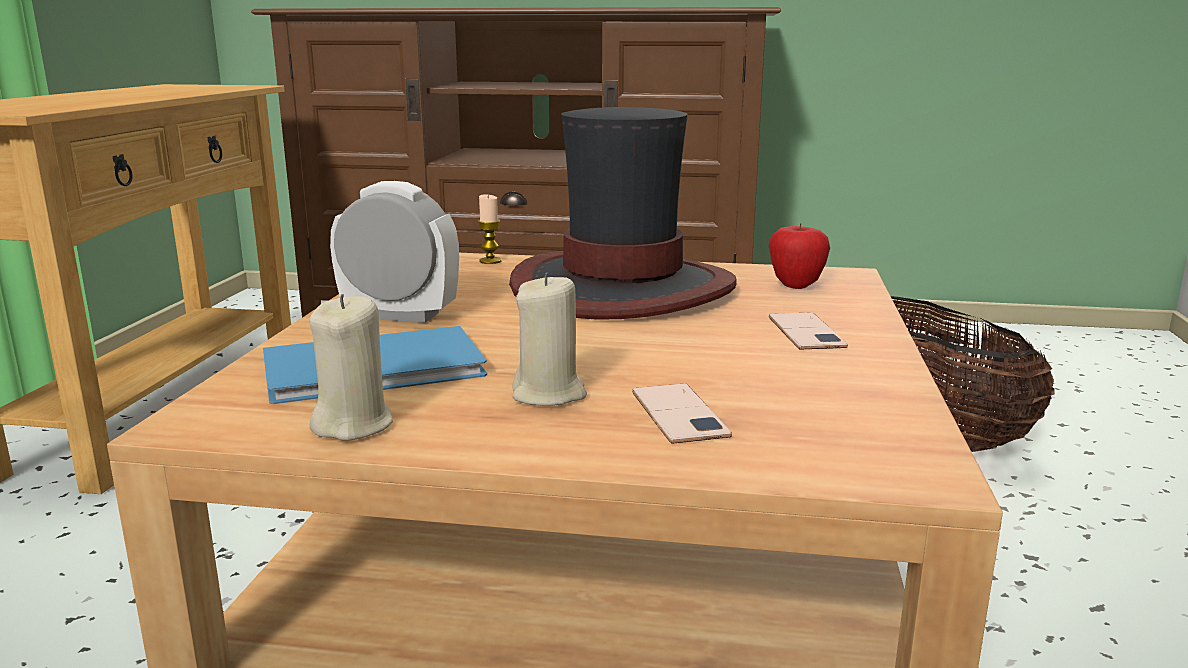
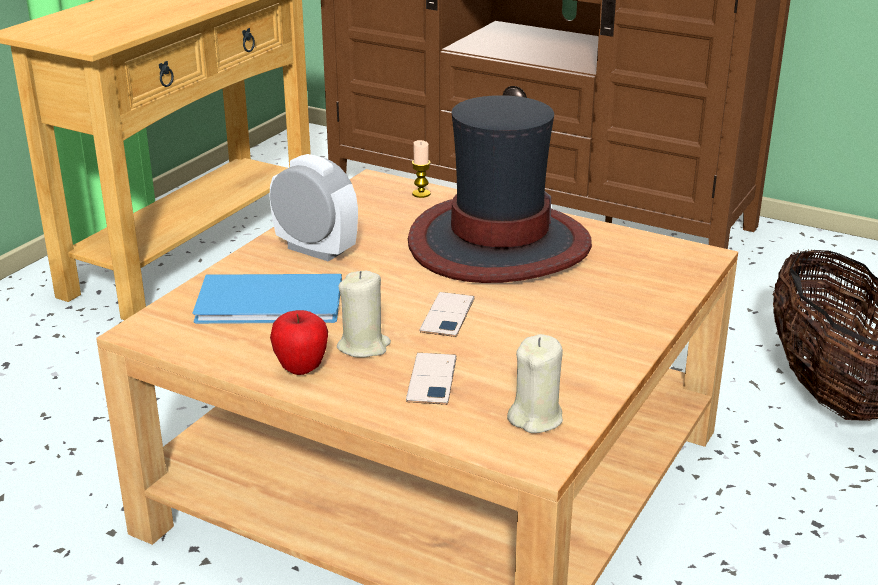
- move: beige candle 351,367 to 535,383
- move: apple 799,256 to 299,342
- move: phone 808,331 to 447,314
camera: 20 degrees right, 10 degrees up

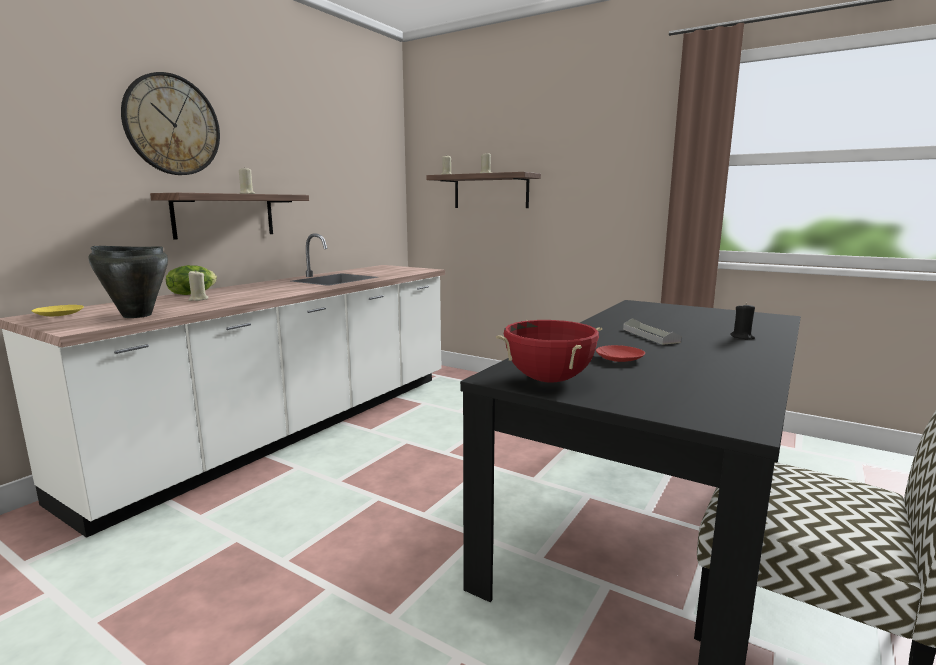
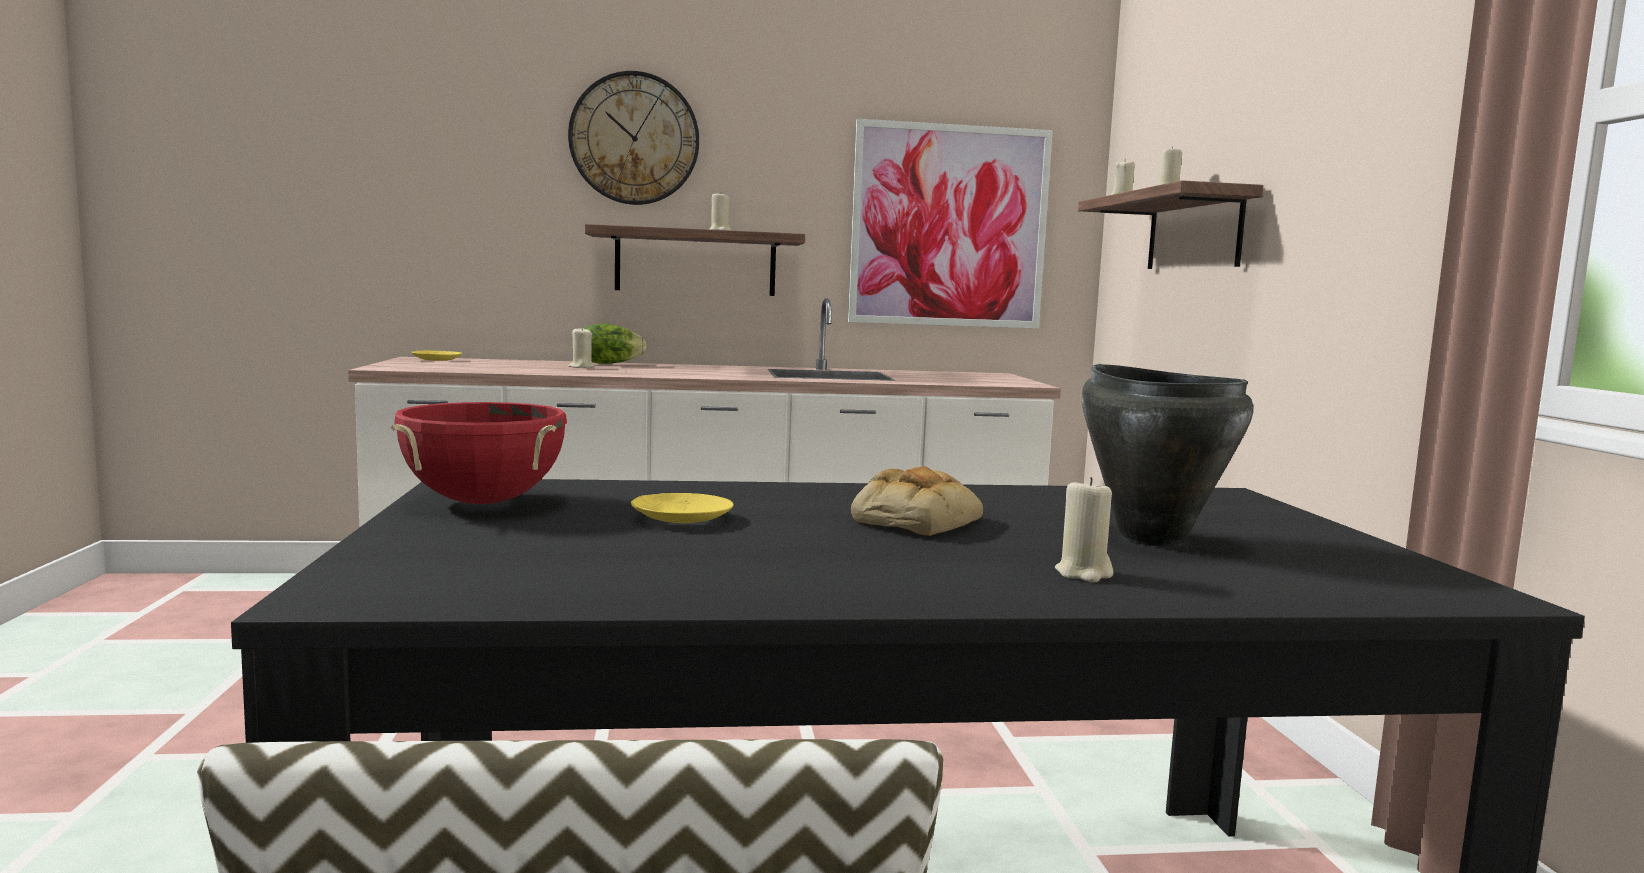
- move: black cooking pot 128,282 to 1167,455
- recolor: red plate 620,353 to yellow plate 682,508
- replace: grey tray 652,331 to bread 917,501
- recolor: black candle 743,321 to beige candle 1084,530
- insert: picture 950,223
camera: 50 degrees right, 5 degrees down

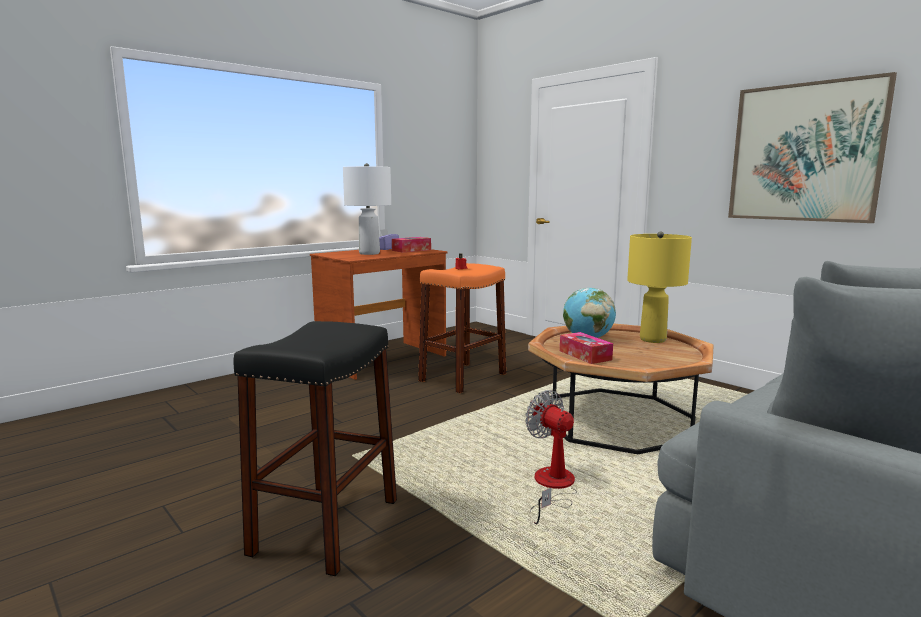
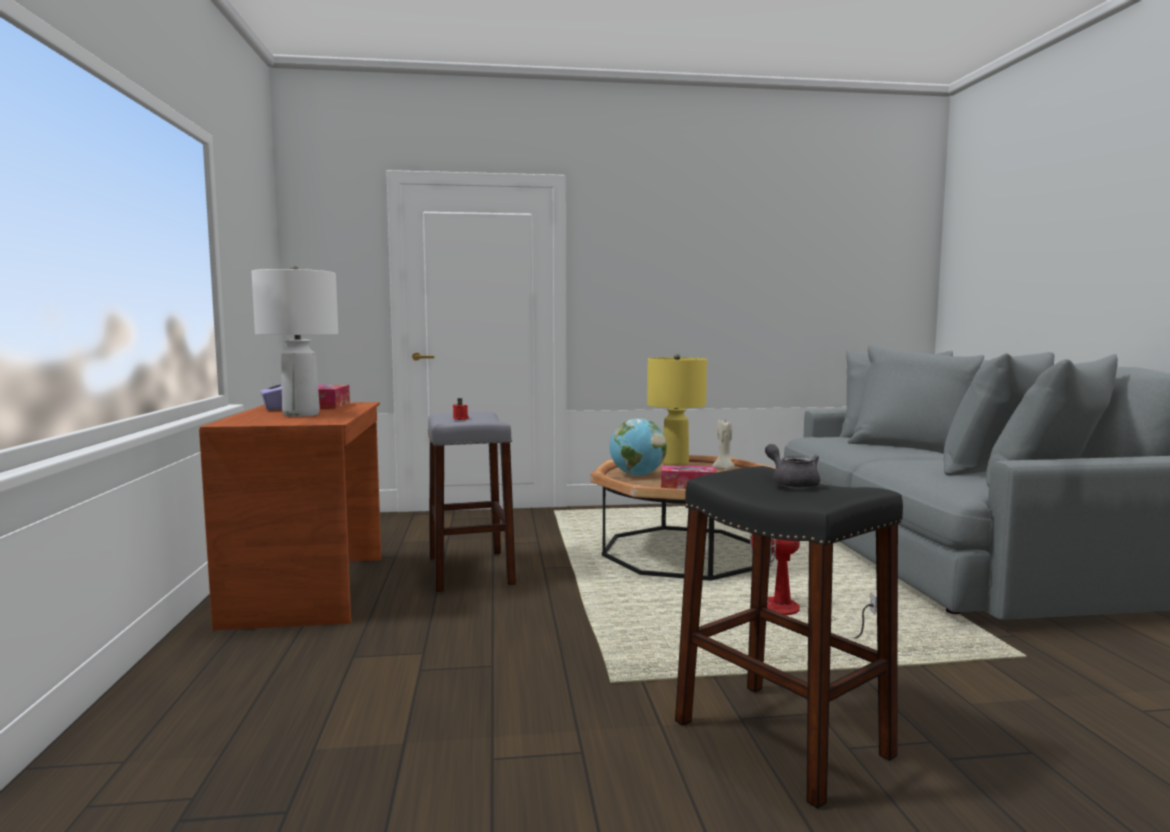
- recolor: orange stool 462,328 to grey stool 472,502
- delete: picture 812,147
- insert: beige candle 723,444
- insert: grey teapot 792,466
camera: 55 degrees left, 5 degrees down

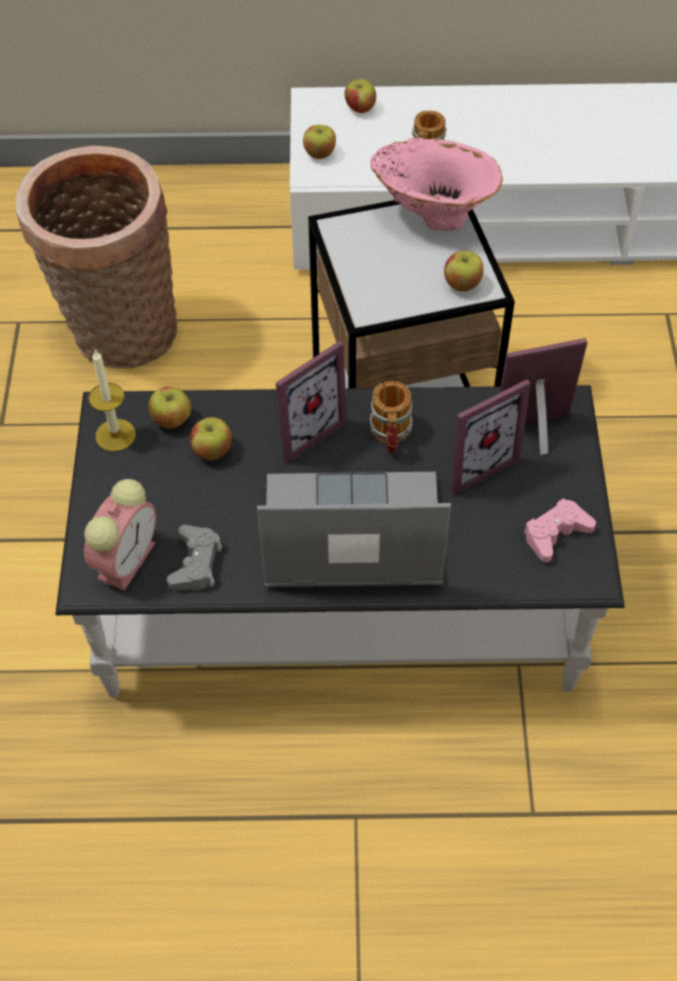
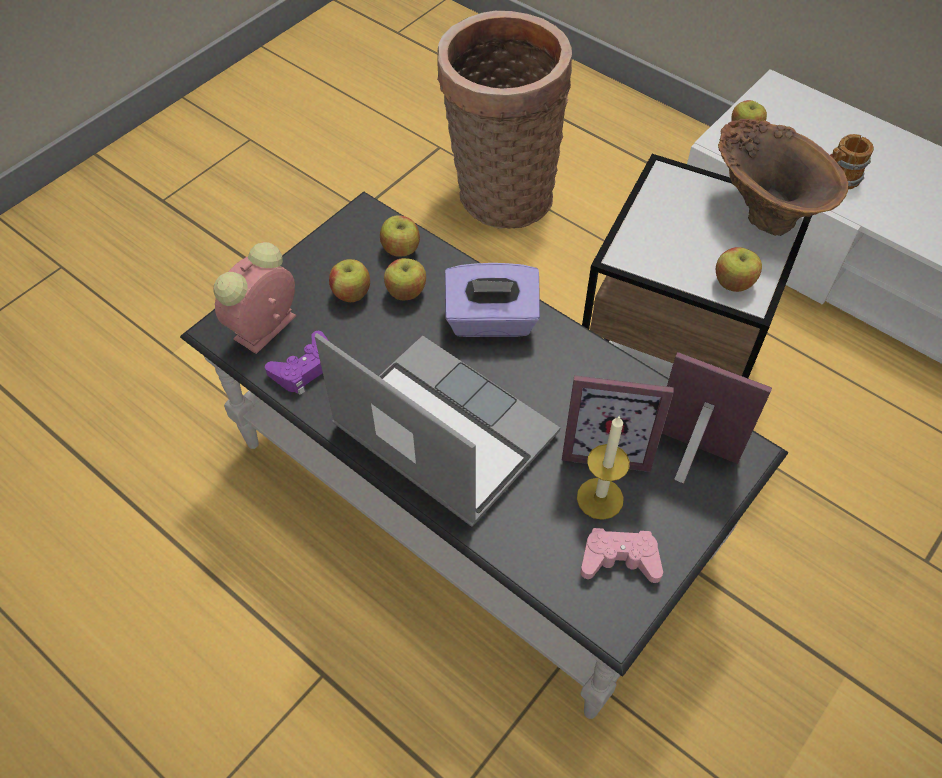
- rotate: alarm clock 120,535 = 254,298 150 degrees clockwise
- move: candle 112,401 to 603,468
- recolor: grey game controller 194,557 to purple game controller 297,363
- replace: picture frame 311,402 to purple tissue box 492,300
- move: apple 360,96 to 349,280
- delete: mug 391,417
- recolor: pink vase 436,184 to brown vase 783,177
camera: 40 degrees right, 0 degrees up

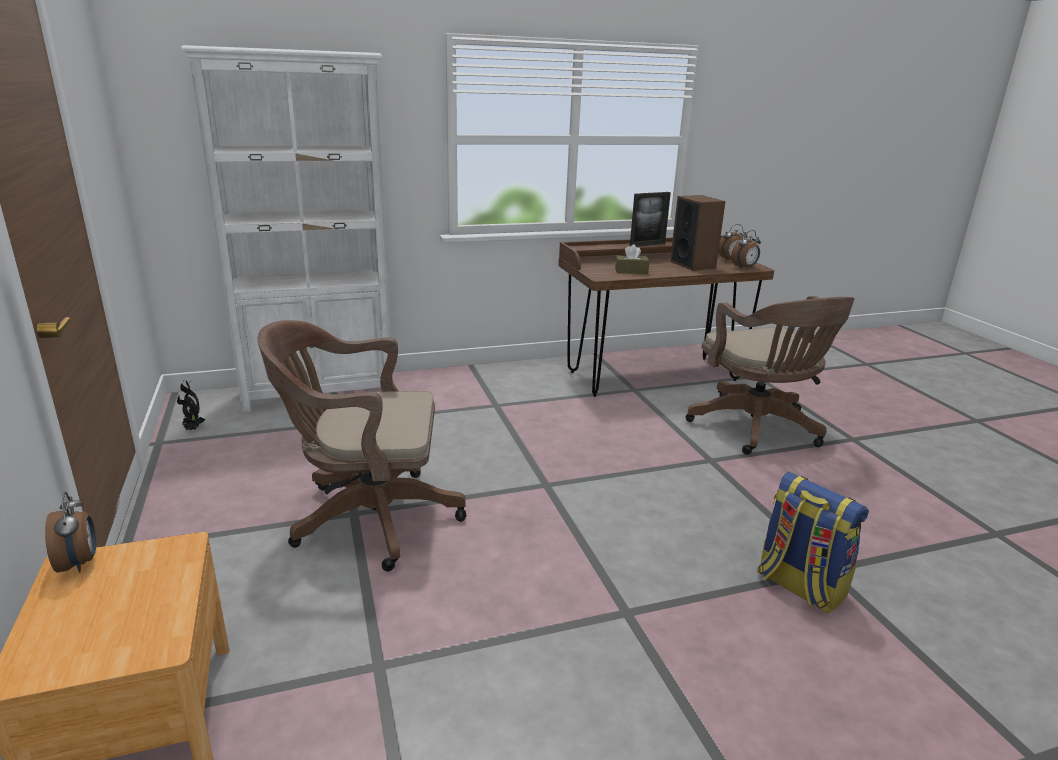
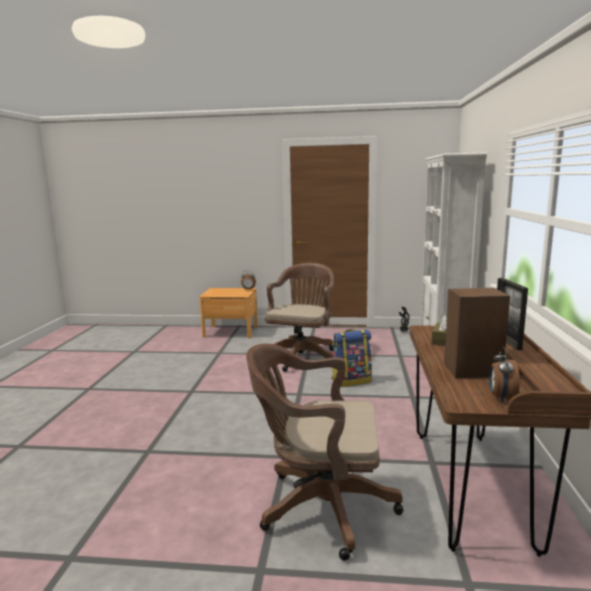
- delete: alarm clock 746,249
- move: backpack 813,543 to 352,358
camera: 115 degrees right, 10 degrees down

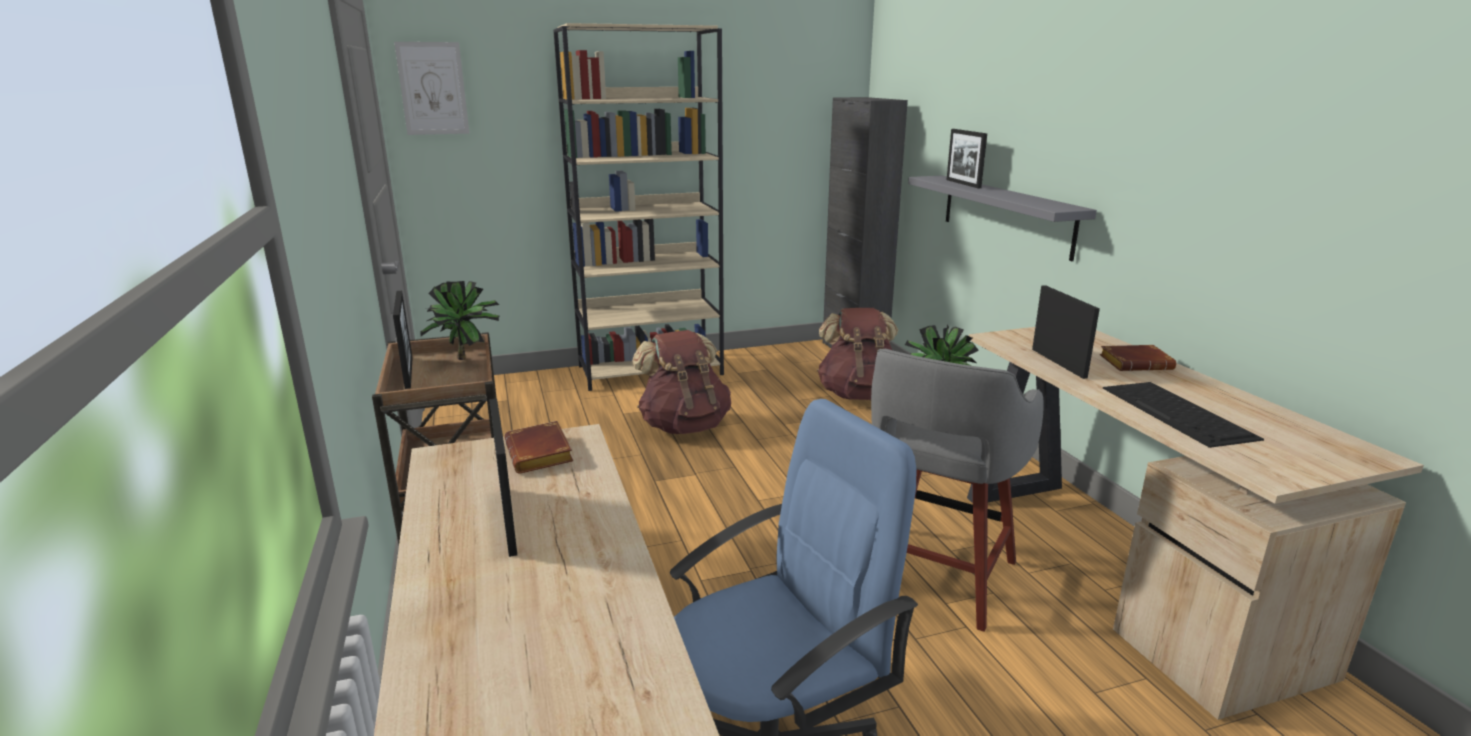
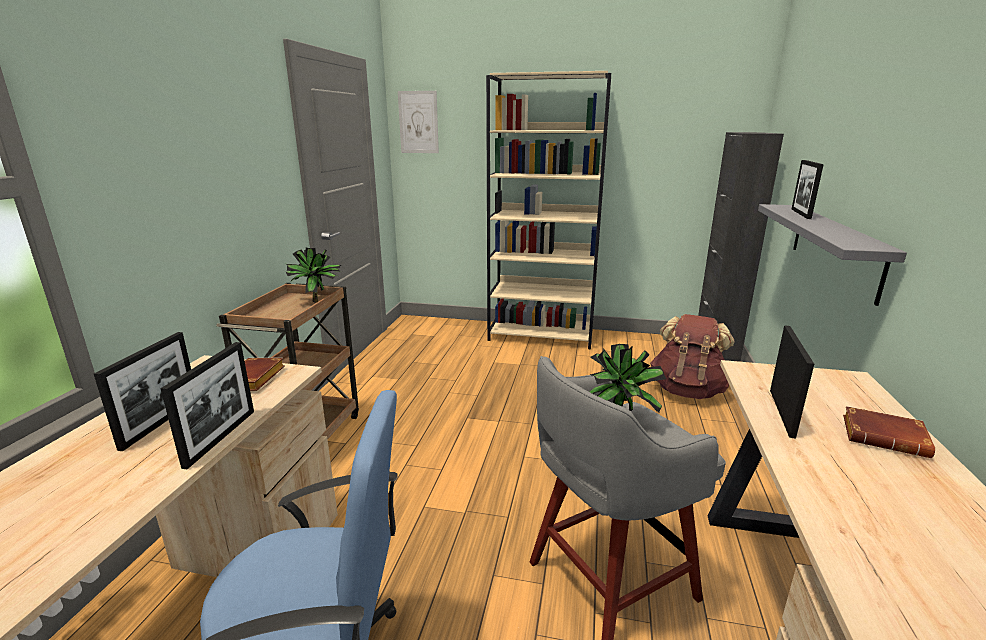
- move: picture frame 403,340 to 207,405
- delete: brown backpack 681,382
- delete: keyboard 1183,415
camera: 30 degrees right, 0 degrees up

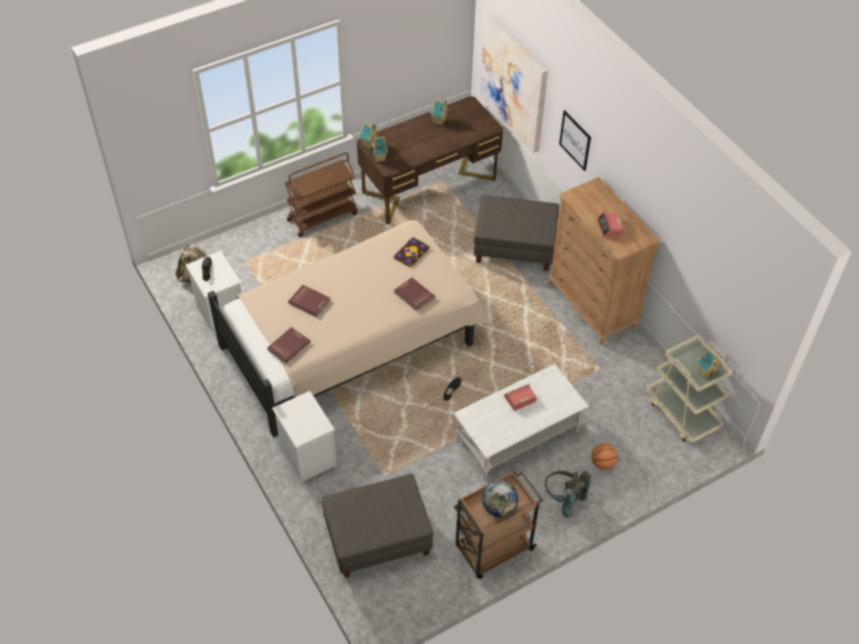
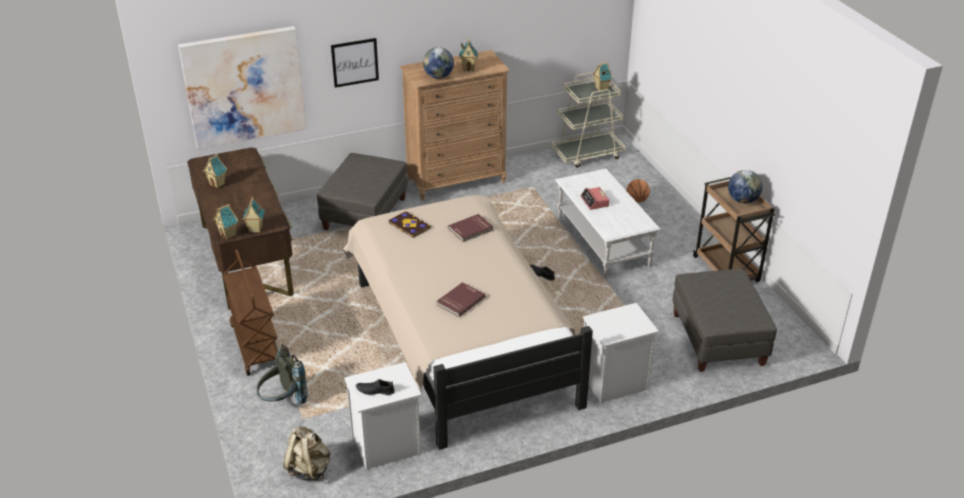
- delete: red book 289,345
- move: grey backpack 568,494 to 282,374
- replace: alarm clock 611,225 to toy house 469,54
- insert: globe 438,63
camera: 80 degrees left, 15 degrees down

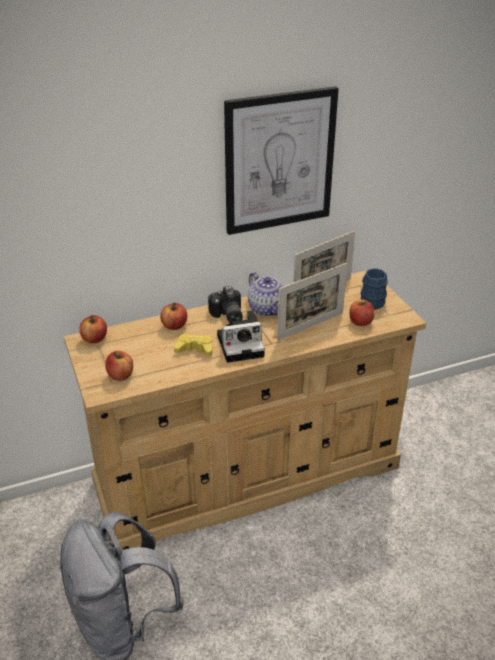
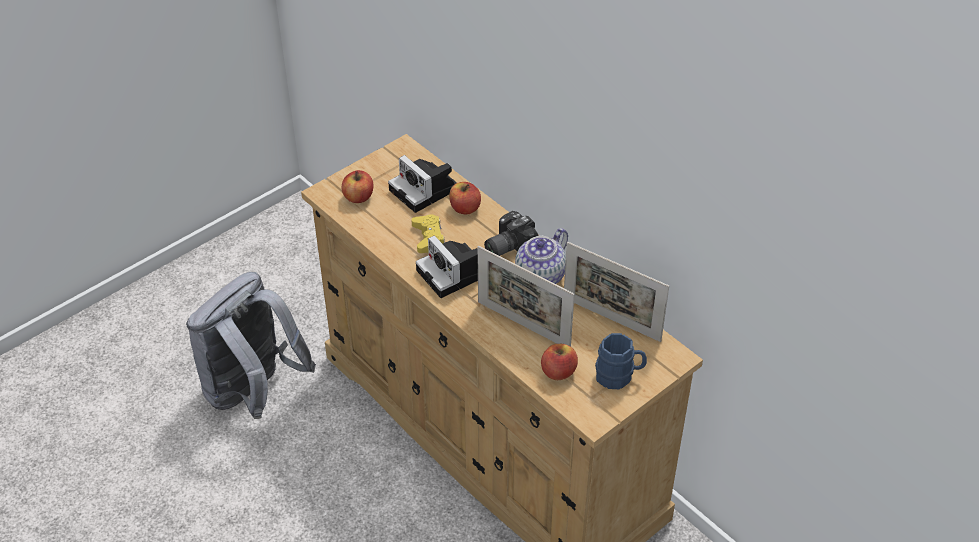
- delete: apple 93,329
- delete: picture 281,160
- insert: photo camera 422,184
camera: 70 degrees right, 10 degrees up

